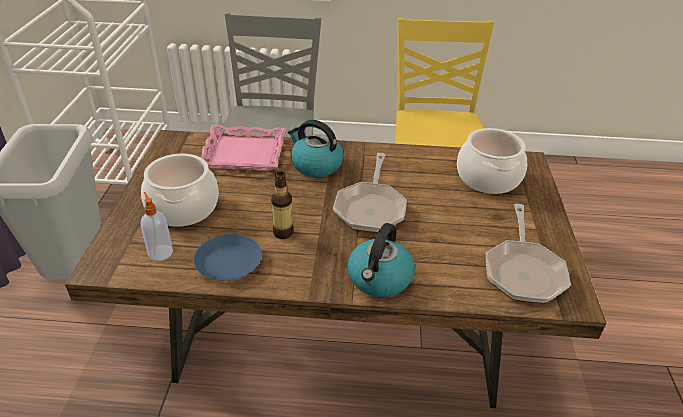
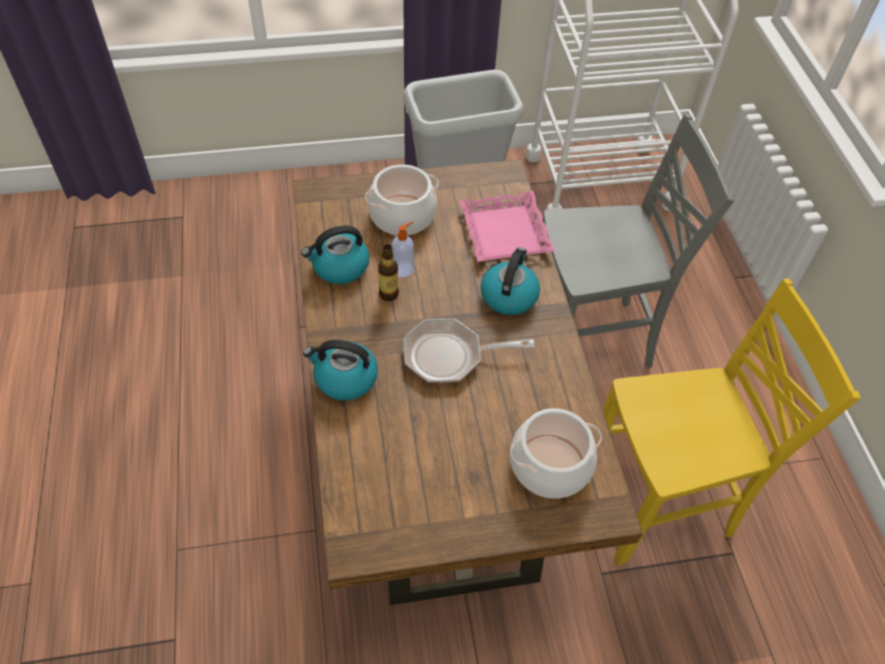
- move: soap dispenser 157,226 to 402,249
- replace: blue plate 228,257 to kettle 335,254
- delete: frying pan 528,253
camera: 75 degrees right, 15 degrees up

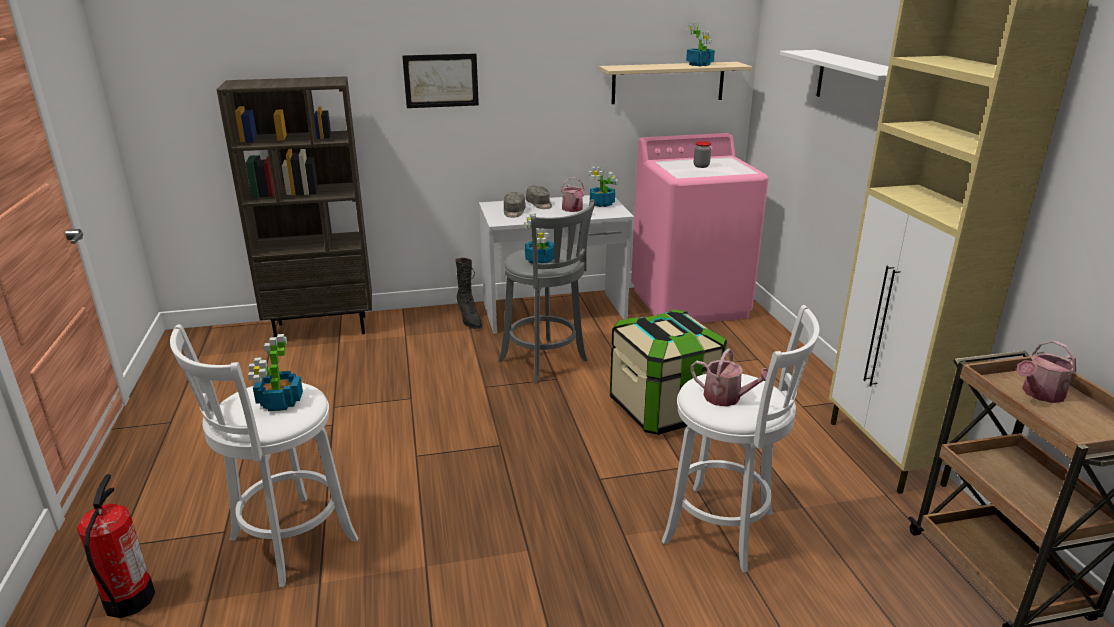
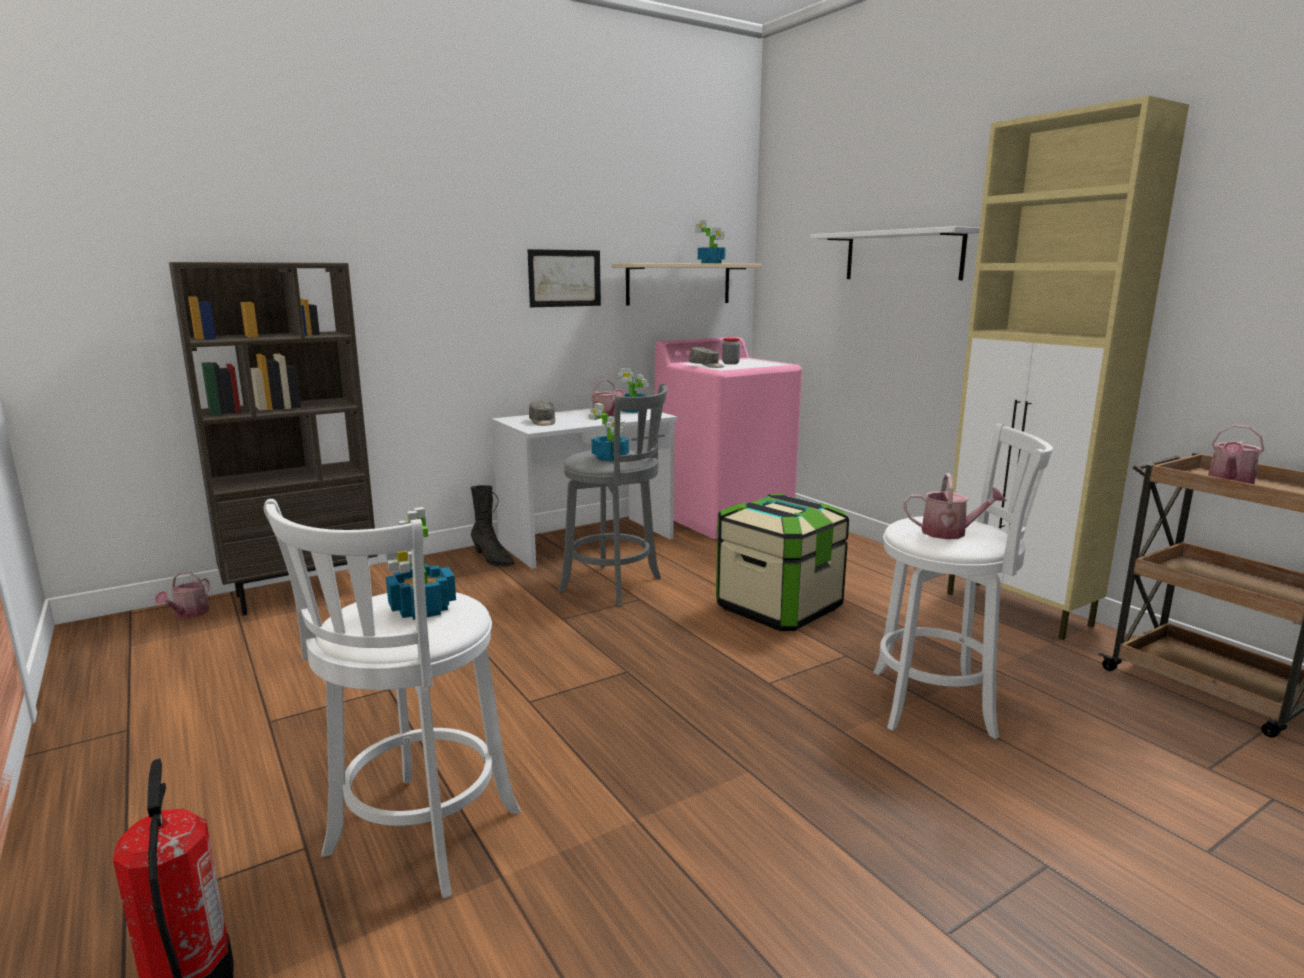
- move: picture 440,80 to 564,278
- move: grey cap 539,197 to 706,357
- insert: watering can 182,595
camera: 20 degrees left, 10 degrees down

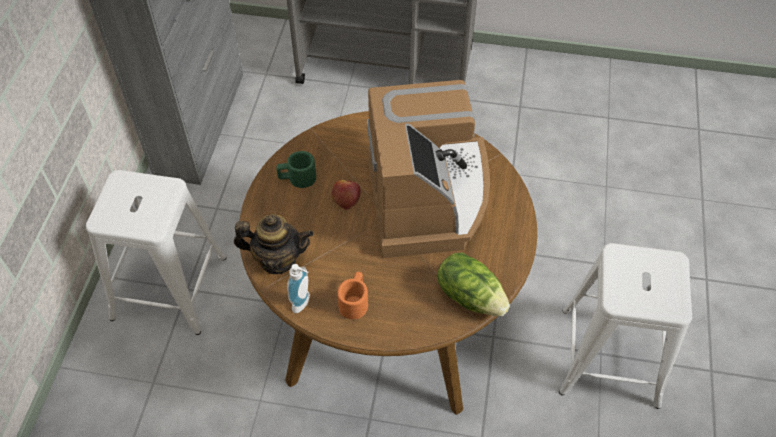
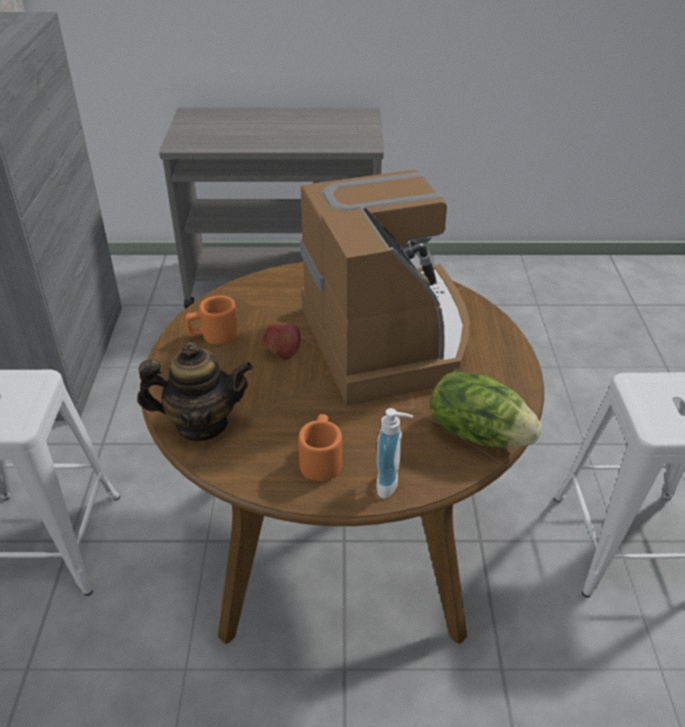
- recolor: green mug 296,169 to orange mug 212,320
- move: soap dispenser 298,288 to 394,453
camera: 10 degrees left, 15 degrees down

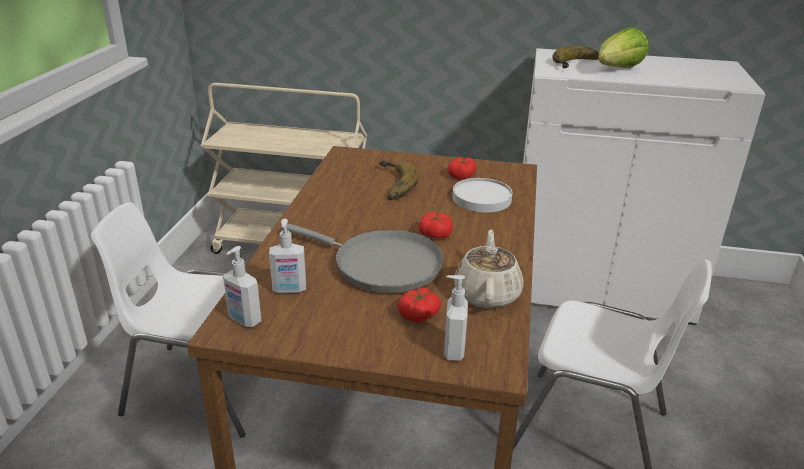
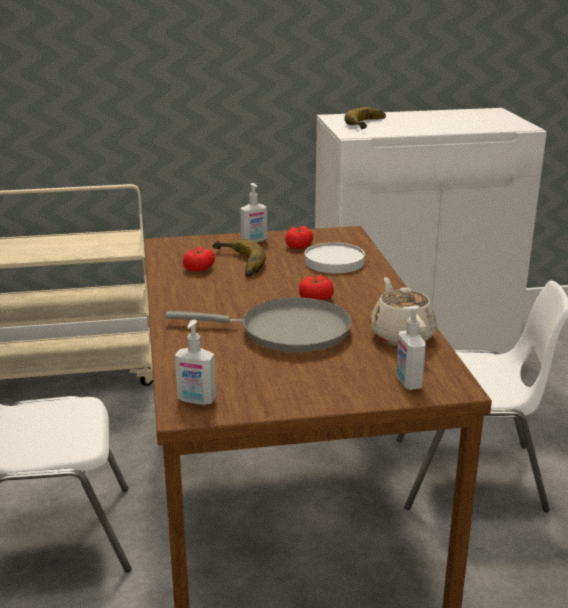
- move: soap dispenser 287,256 to 253,213
- move: tomato 419,305 to 199,259
- delete: lettuce 623,47
camera: 20 degrees left, 5 degrees down

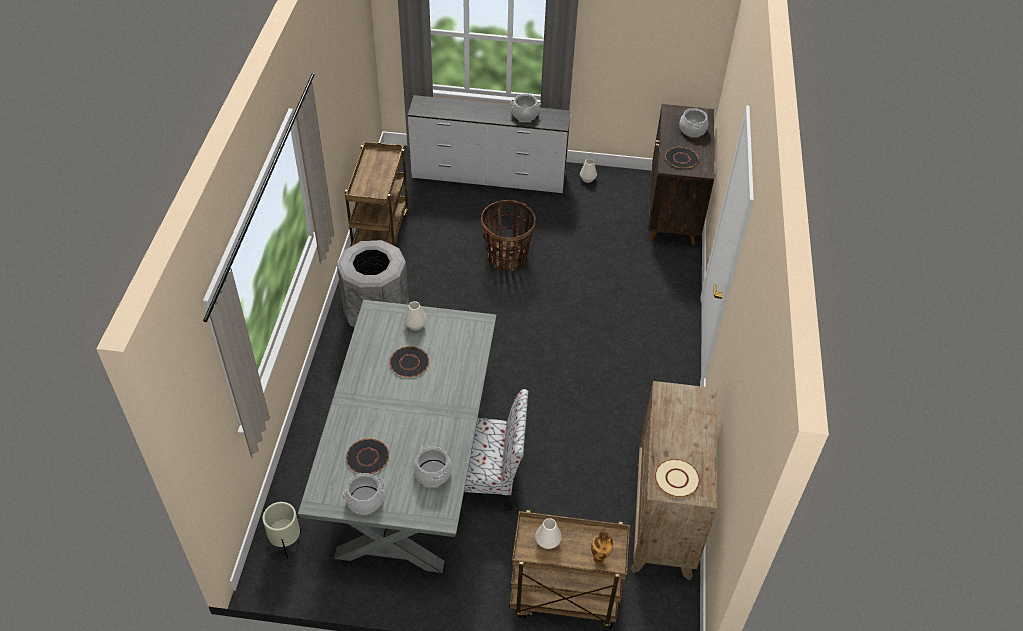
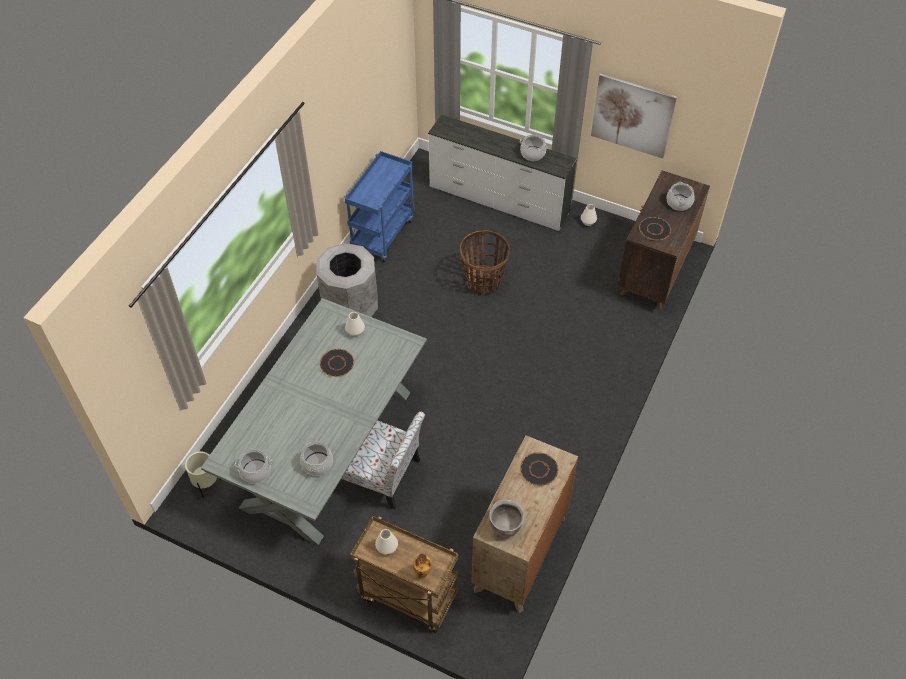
- recolor: brown cart 376,194 to blue cart 380,206
- move: black plate 367,456 to 539,469
- replace: beige plate 677,478 to brown cooking pot 507,518
- insert: picture 634,116
camera: 20 degrees right, 5 degrees up

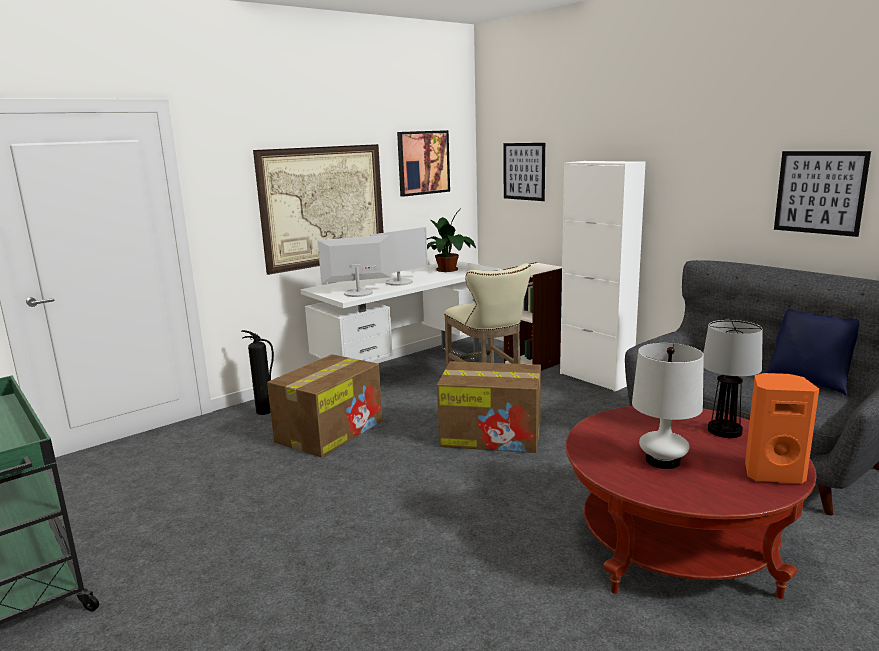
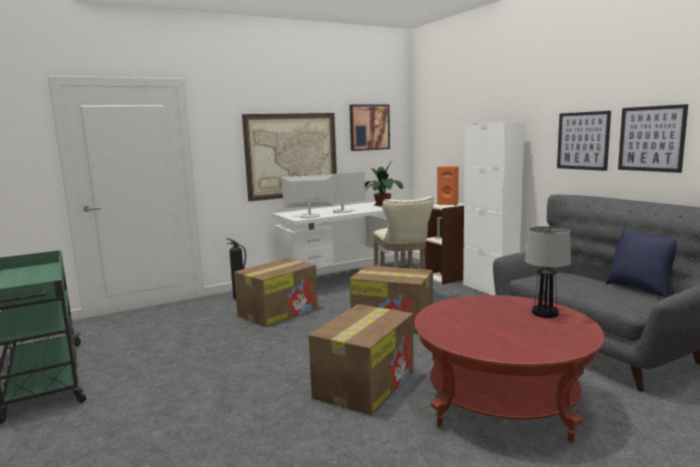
- move: picture 524,172 to 584,141
- delete: white table lamp 668,406
- move: orange speaker 782,428 to 448,186
- insert: cardboard box 361,359
camera: 10 degrees right, 5 degrees down

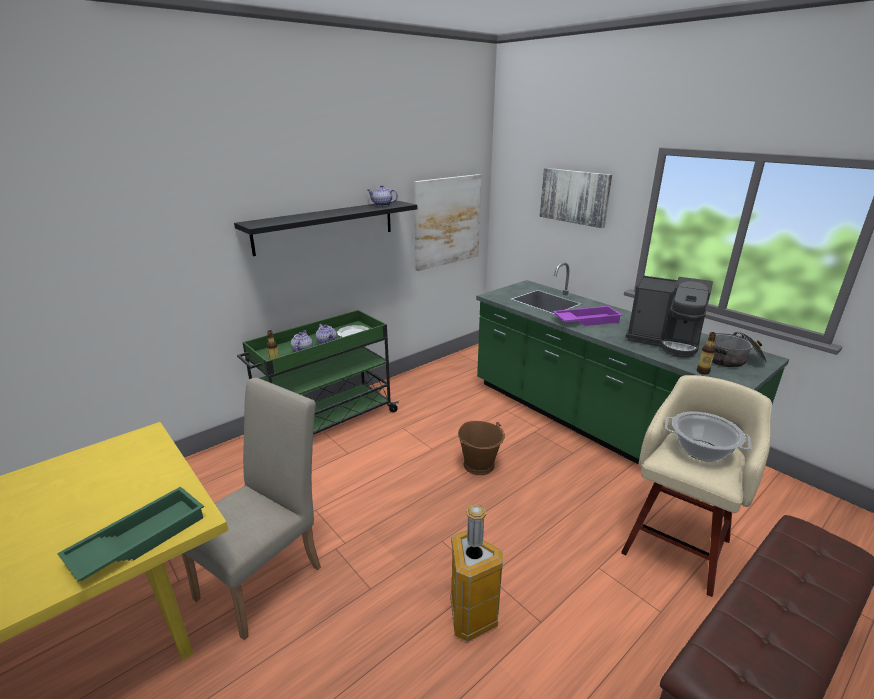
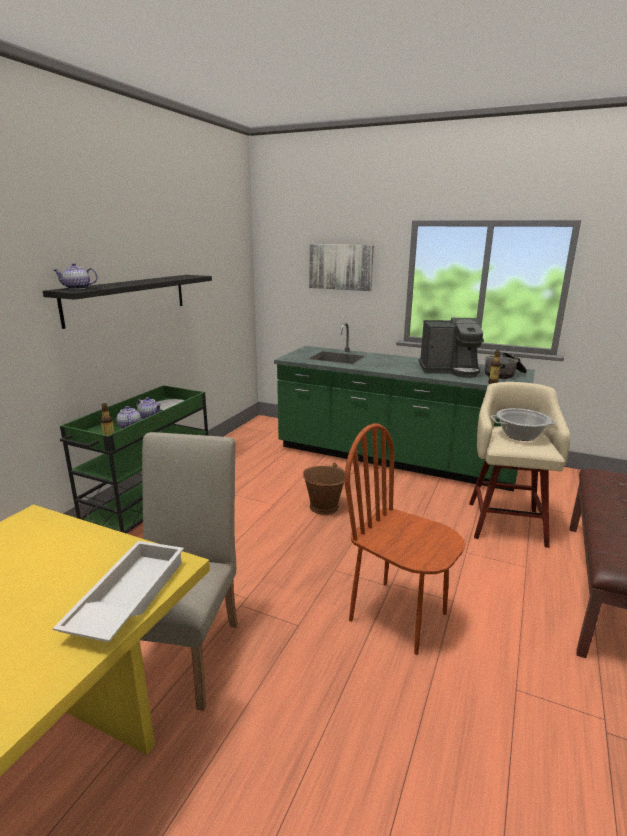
- recolor: green tray 130,533 to white tray 118,591
- move: teapot 383,195 to 75,276
- delete: picture 447,222
- replace: trash can 476,573 to brown chair 405,539
- delete: purple tray 587,316
camera: 25 degrees left, 5 degrees down

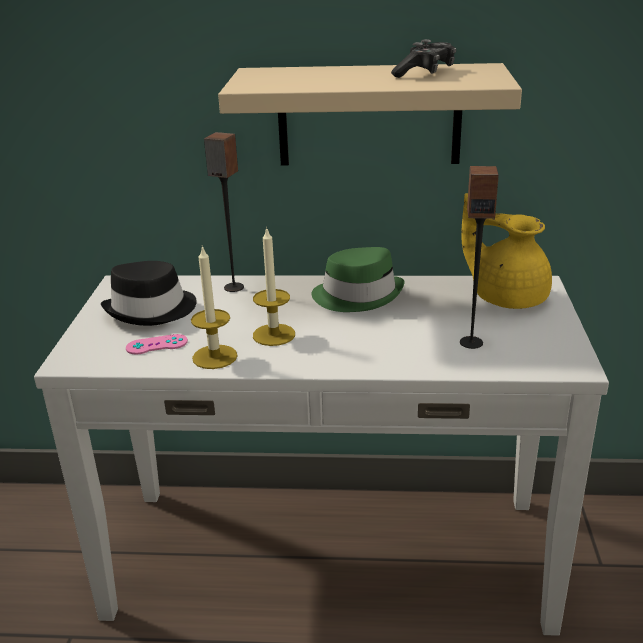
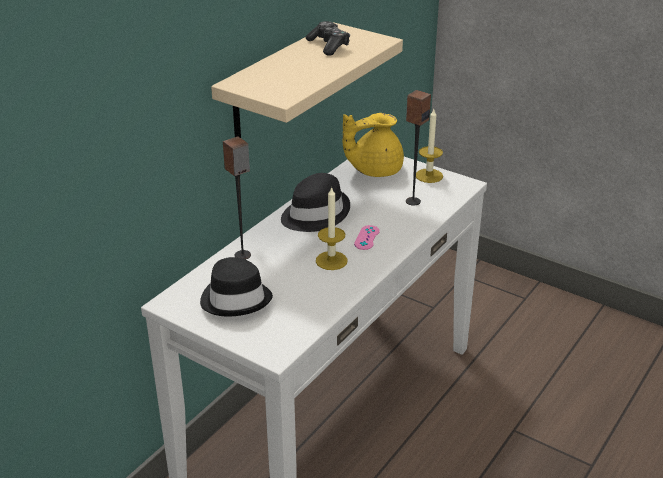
- move: pink game controller 157,344 to 367,237
- move: candle 214,307 to 429,146
- recolor: green hat 358,279 to black hat 315,202
camera: 60 degrees left, 5 degrees up

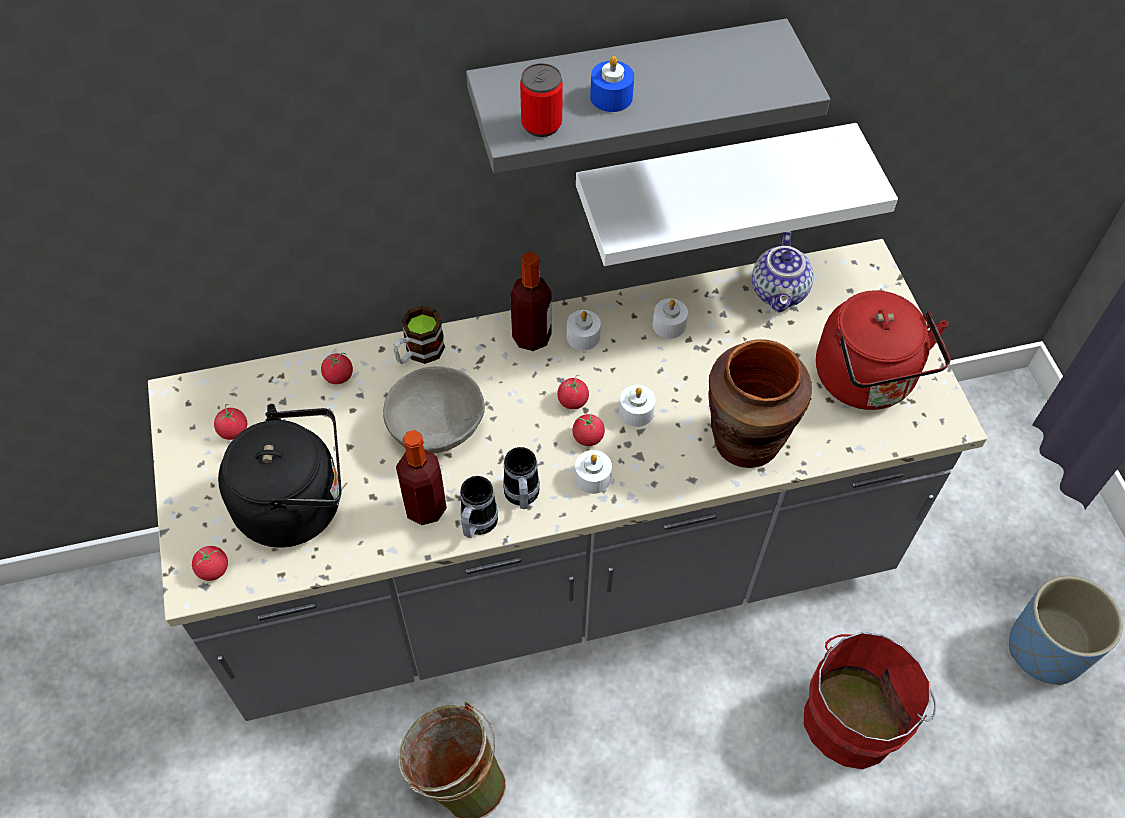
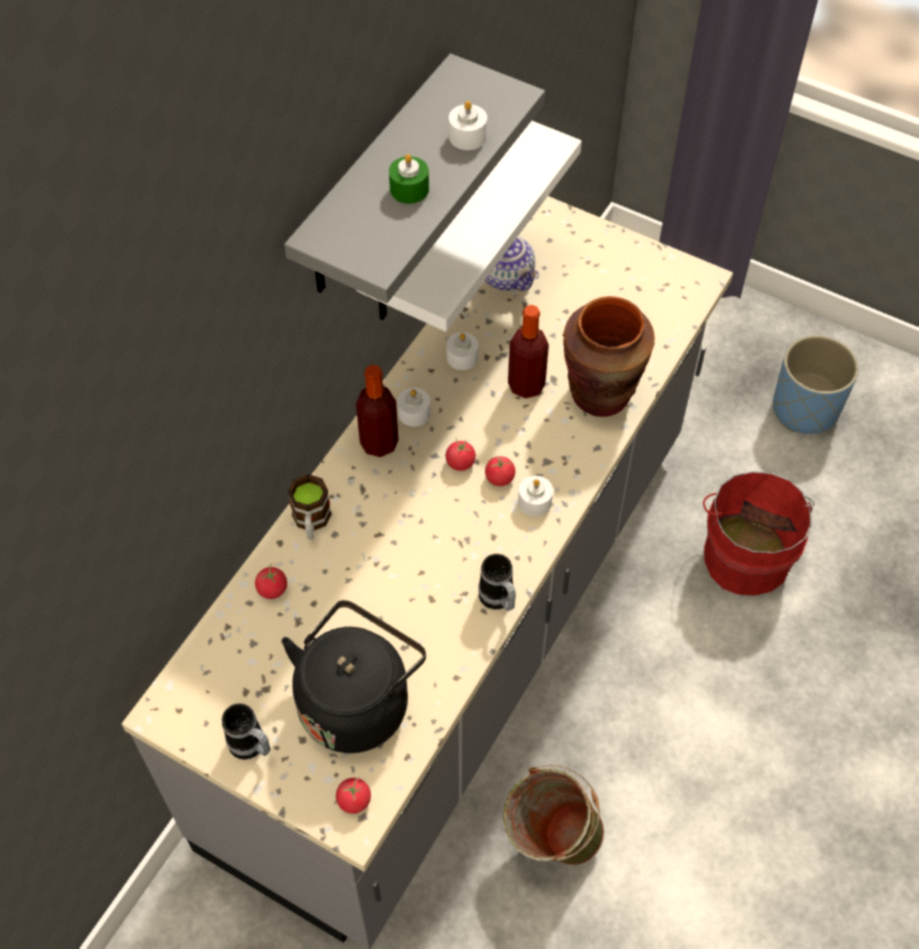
- delete: tomato 230,422
- delete: grey bowl 434,410
- move: bottle 421,477 to 528,352
- move: mug 521,478 to 246,731
- delete: can 541,100
- recolor: blue candle 612,84 to green candle 409,179
- move: white candle 637,406 to 468,125
- delete: red kettle 883,350
camera: 45 degrees left, 0 degrees up

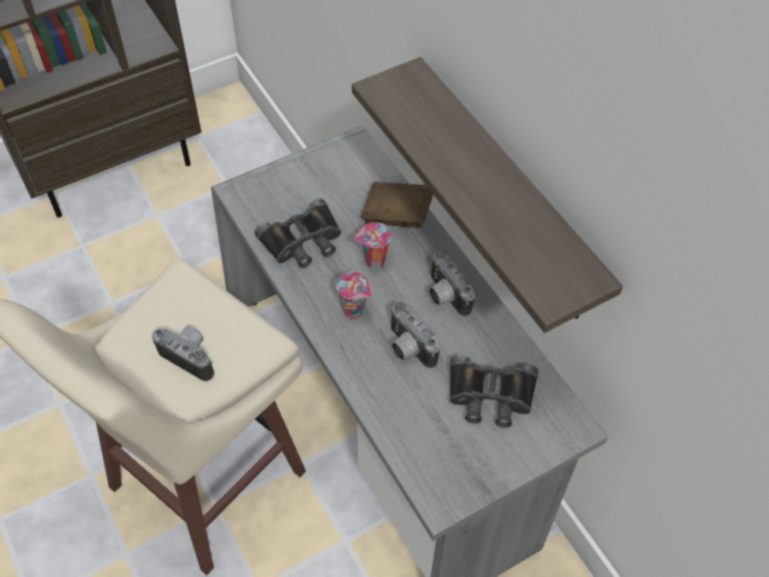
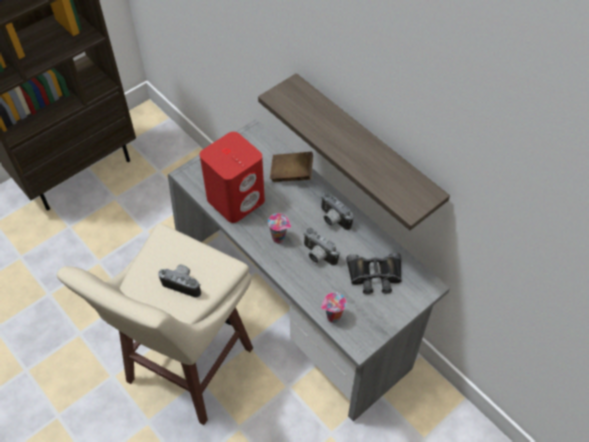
- replace: black binoculars 298,233 to red speaker 232,177
- move: cup 373,246 to 333,307
camera: 10 degrees left, 0 degrees up

